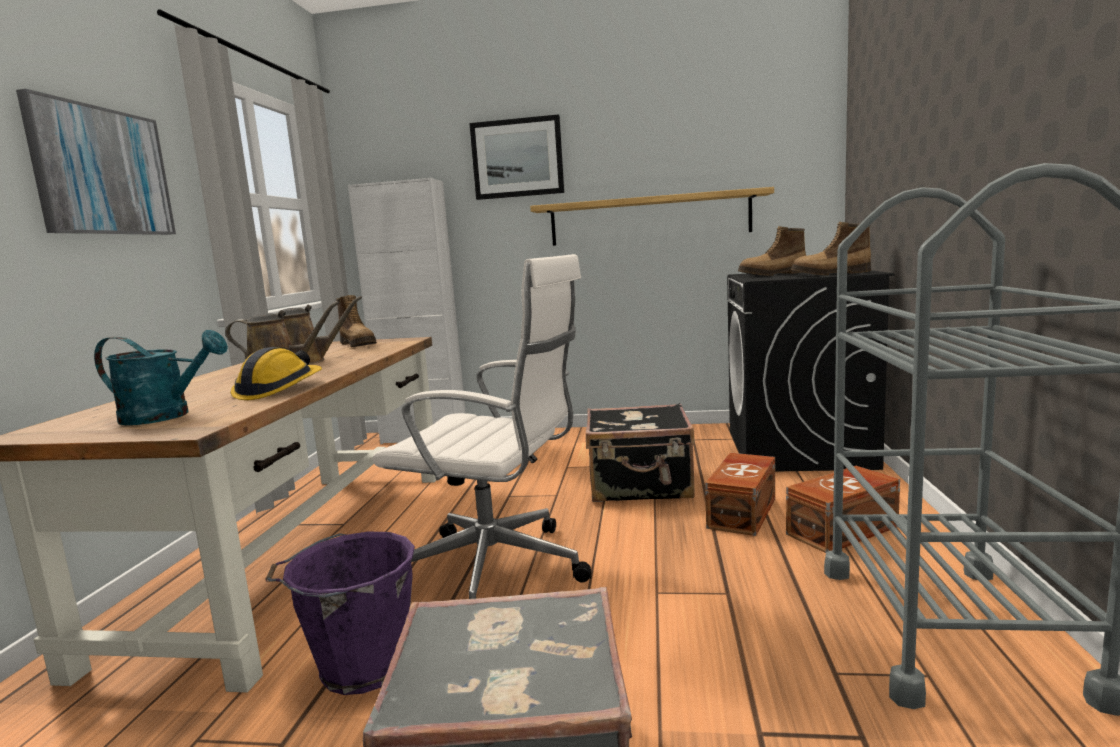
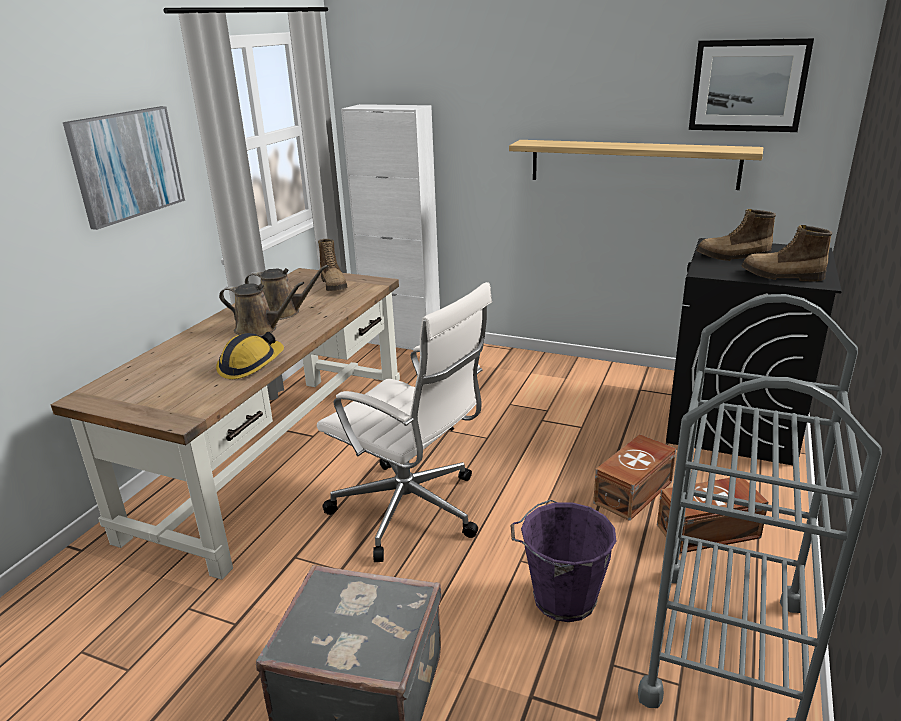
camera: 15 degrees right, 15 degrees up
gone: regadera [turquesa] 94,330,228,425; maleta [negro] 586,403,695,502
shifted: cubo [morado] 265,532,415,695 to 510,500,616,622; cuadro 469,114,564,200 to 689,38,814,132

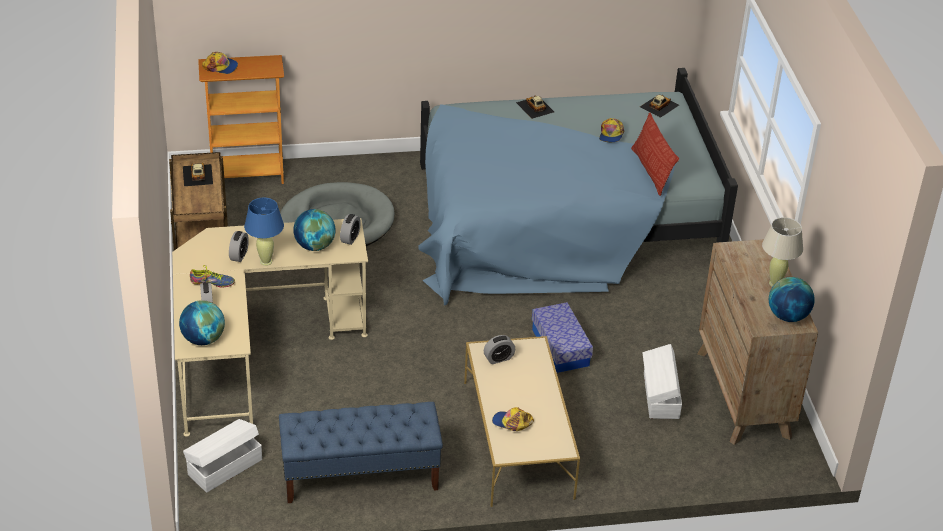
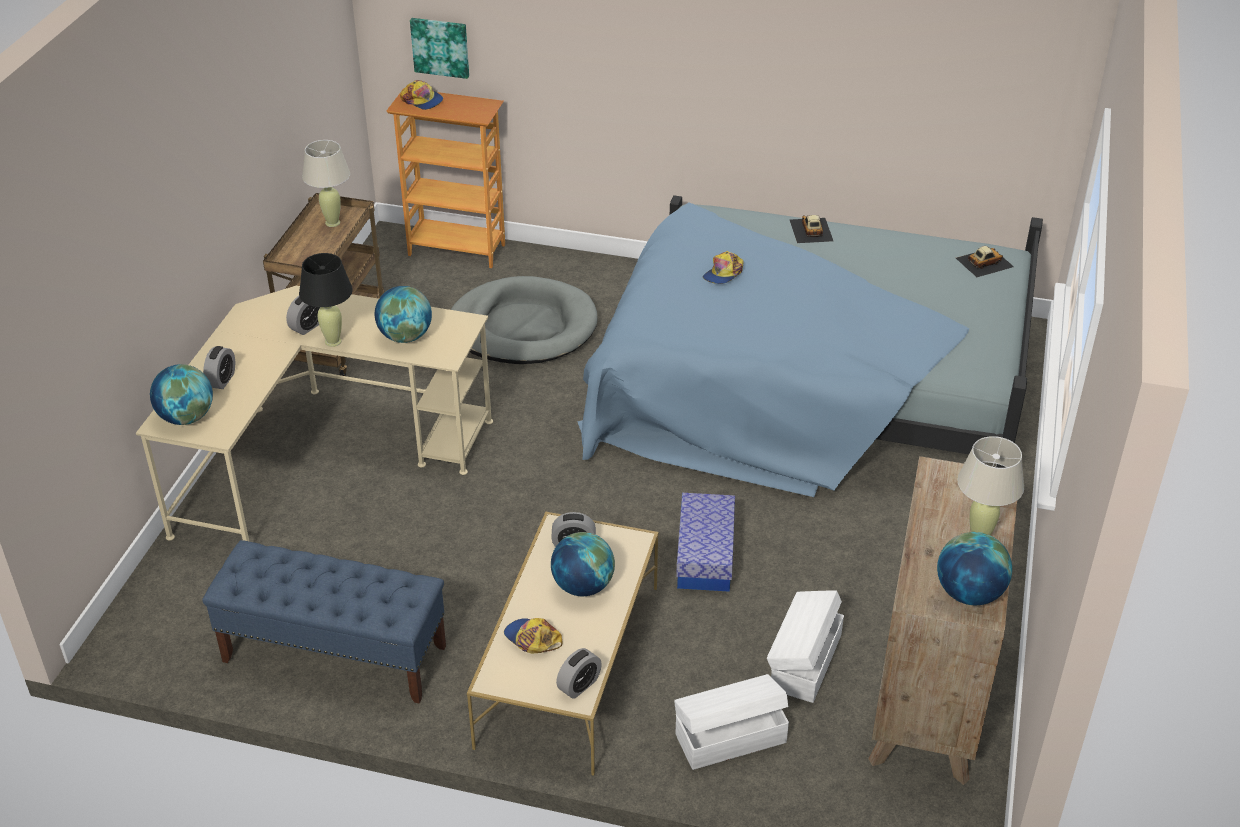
camera: 25 degrees right, 0 degrees up
gone: zapato 190,265,235,287; cojín 631,113,679,196
new: cuadro 410,18,469,79; globo terráqueo 551,532,615,596
shifted: caja de almacenaje [blanco] 183,419,262,493 to 674,674,789,770; despertador 340,214,361,245 to 556,648,602,699; gorra 599,118,624,142 to 703,251,744,284
swapped: coche de juguete 183,163,213,186 to lámpara de mesa [beis] 302,140,350,227
repainted: lámpara de mesa [azul] 244,197,284,266 to lámpara de mesa [negro] 299,253,353,347

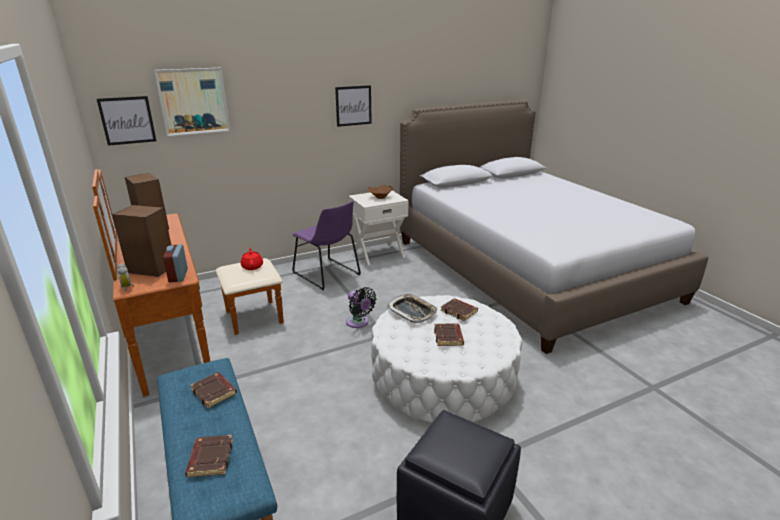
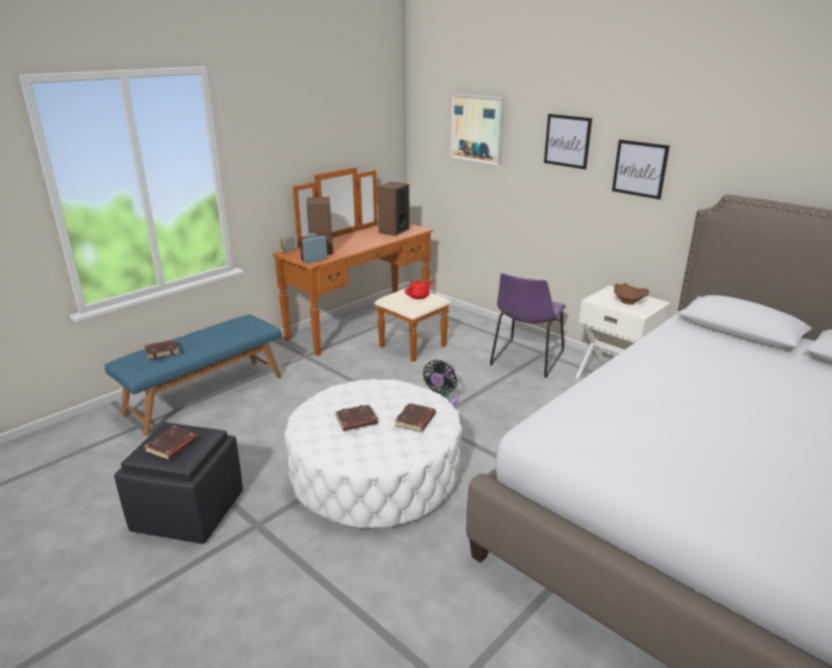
camera: 70 degrees right, 0 degrees up
gone: bandeja 387,294,438,323
shifted: cuadro 97,96,156,146 to 544,114,592,169; libro [marrón] 190,372,237,408 to 144,426,198,460

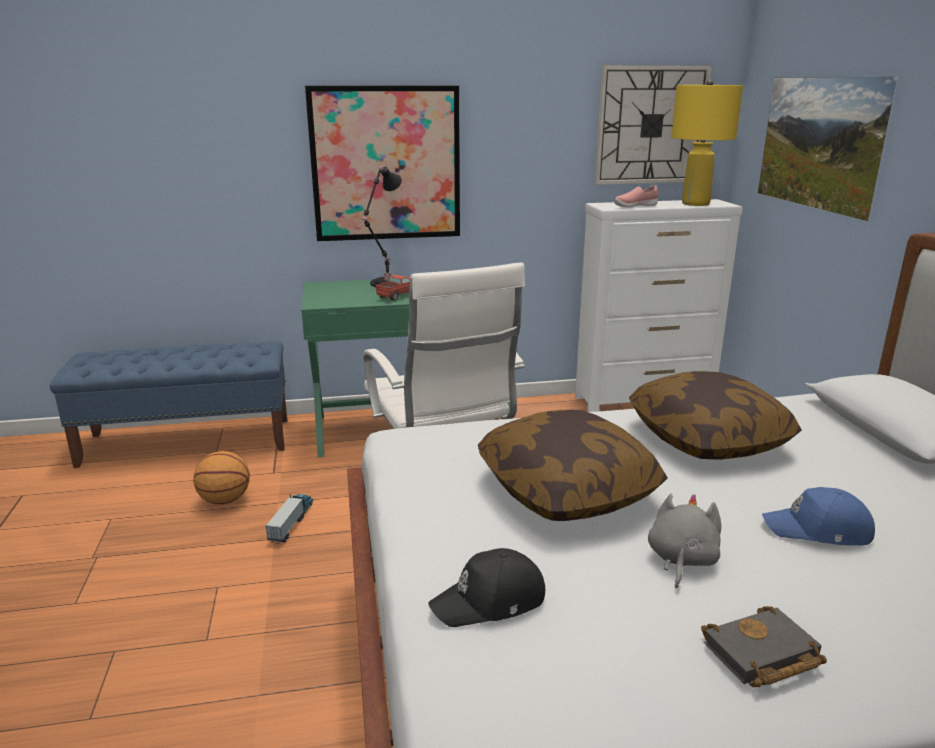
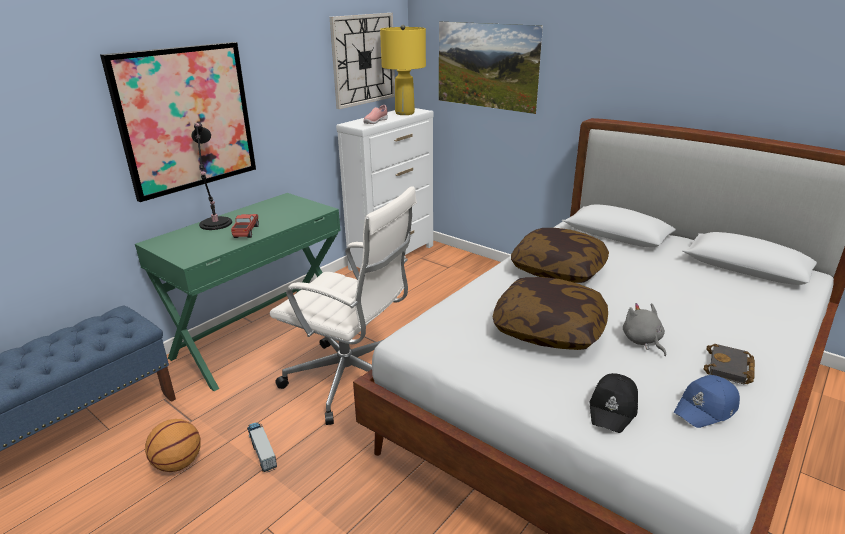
camera: 40 degrees left, 5 degrees up
shifted: gorra [azul] 762,487,875,546 to 674,375,740,428

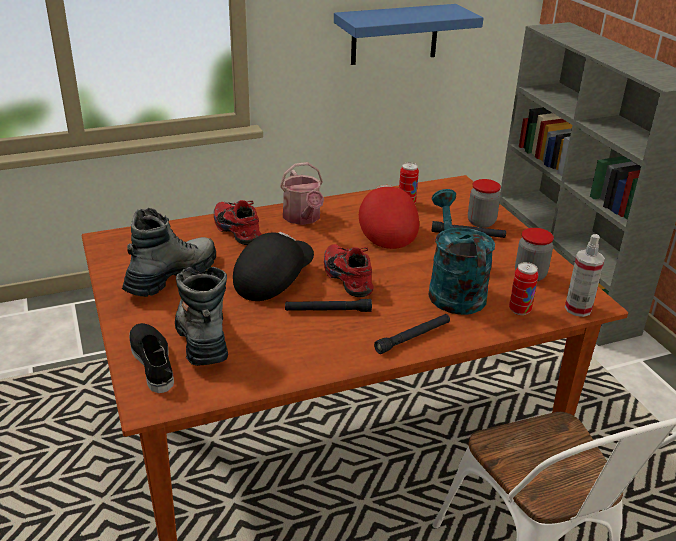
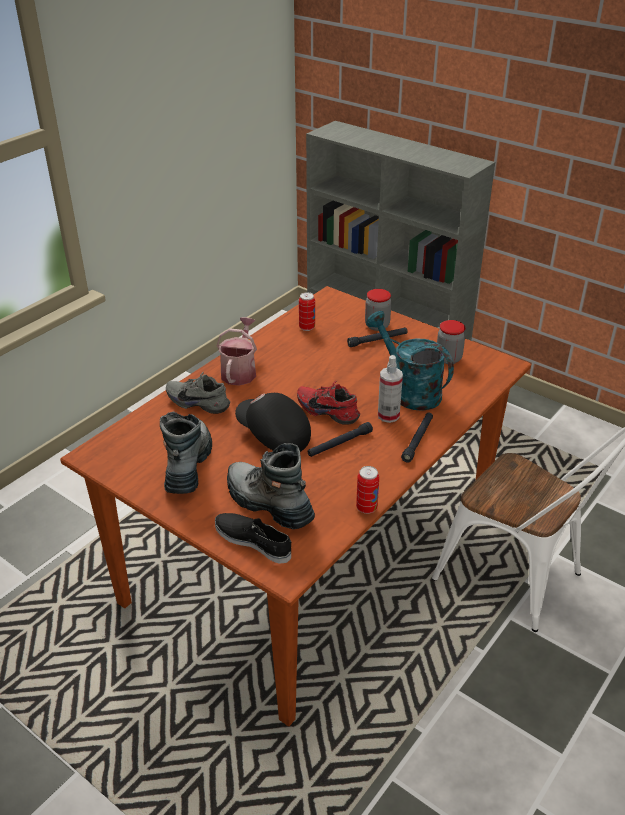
camera: 30 degrees left, 5 degrees up
gone: estante [azul] 334,4,483,65; gorra [rojo] 359,185,419,249
shifted: lata 509,262,538,315 to 356,466,379,514; pulverizador 565,234,605,317 to 378,355,403,423
repainted: zapato [rojo] 214,200,262,245 to zapato [gris] 166,372,230,414
rotated: gorra [negro] 233,231,314,301 = 235,393,311,452 60 degrees counterclockwise; regadera 280,162,324,225 = 217,317,257,386 120 degrees counterclockwise

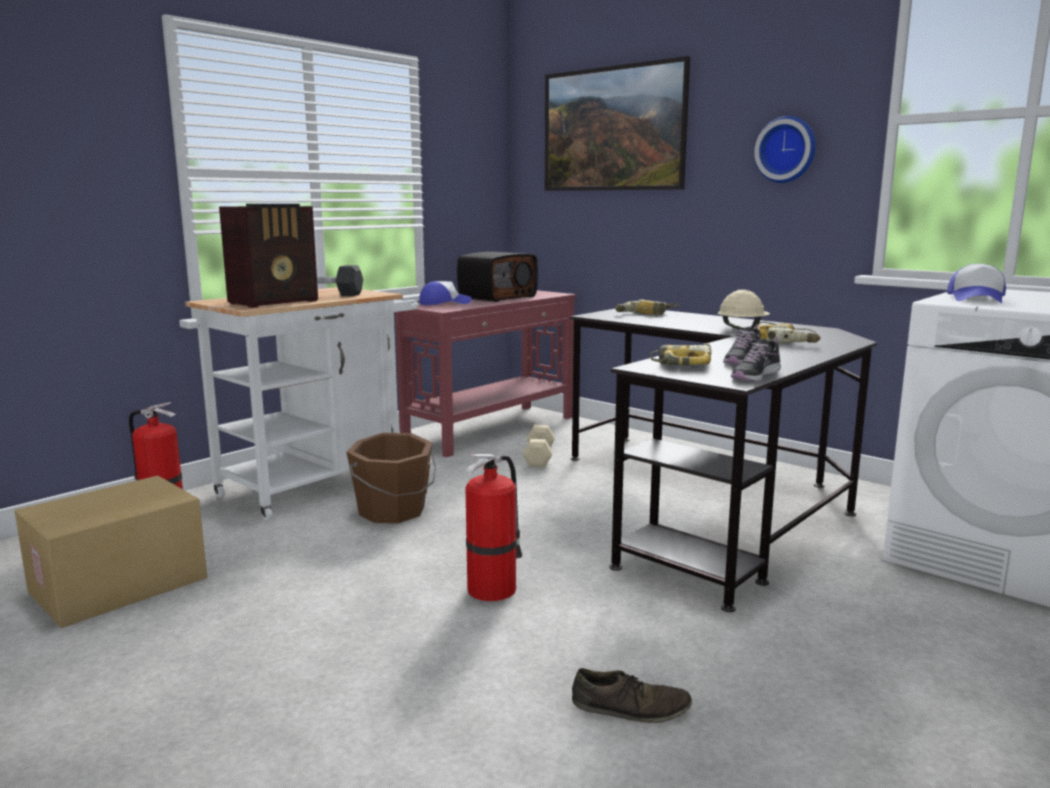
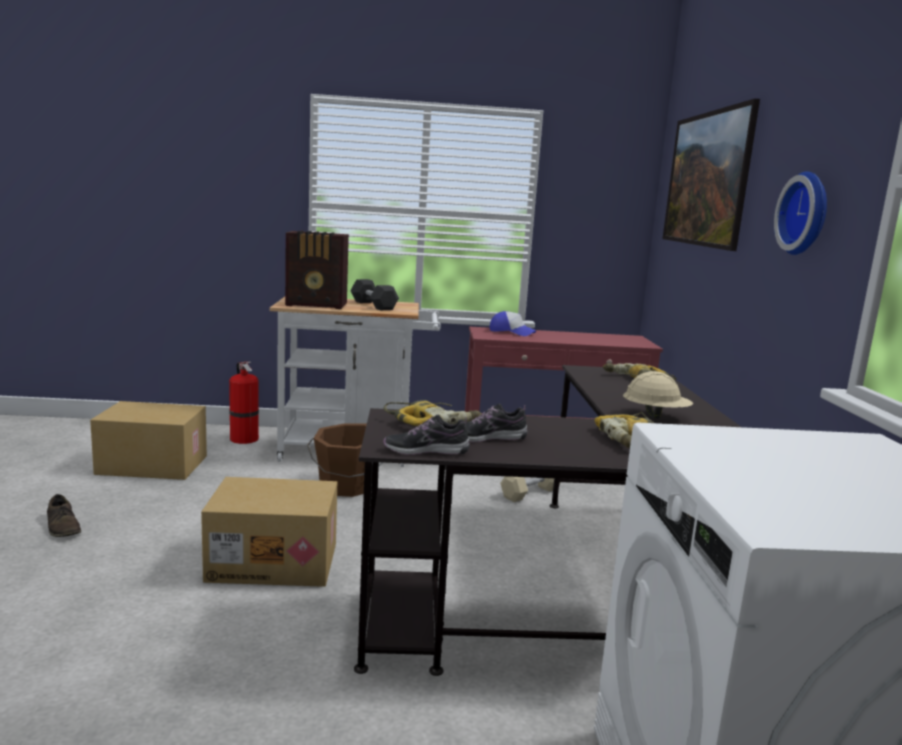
camera: 45 degrees right, 0 degrees up
gone: radio 457,252,538,302; gorra 947,264,1006,303
shifted: zapato [marrón] 572,668,692,723 to 47,494,81,537
swapped: extintor 465,454,522,601 to caja de cartón 201,477,337,587

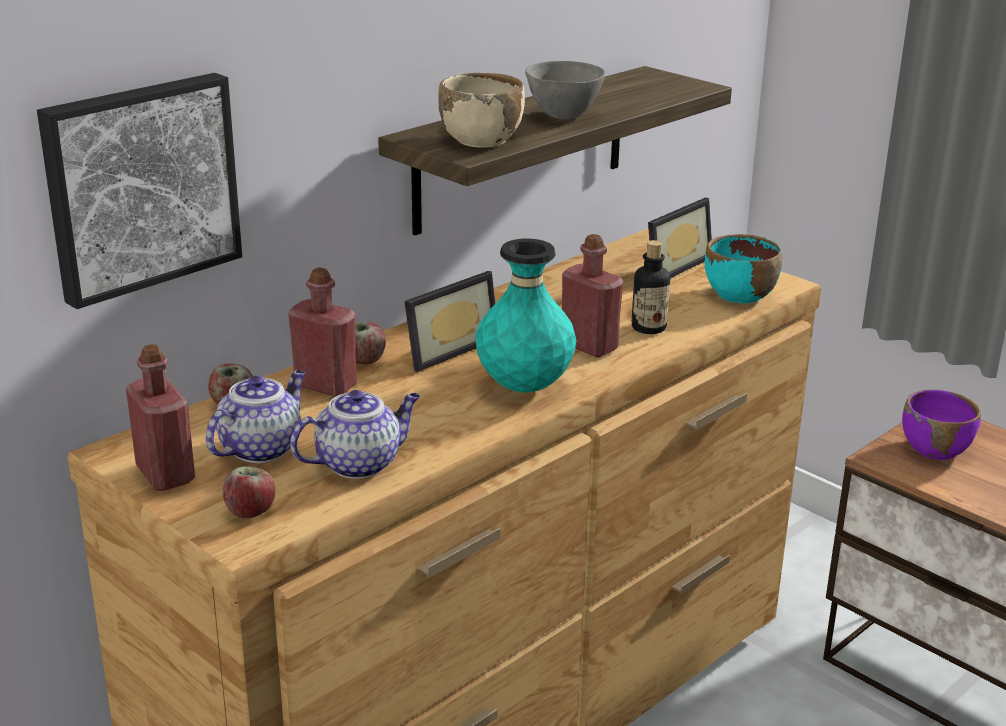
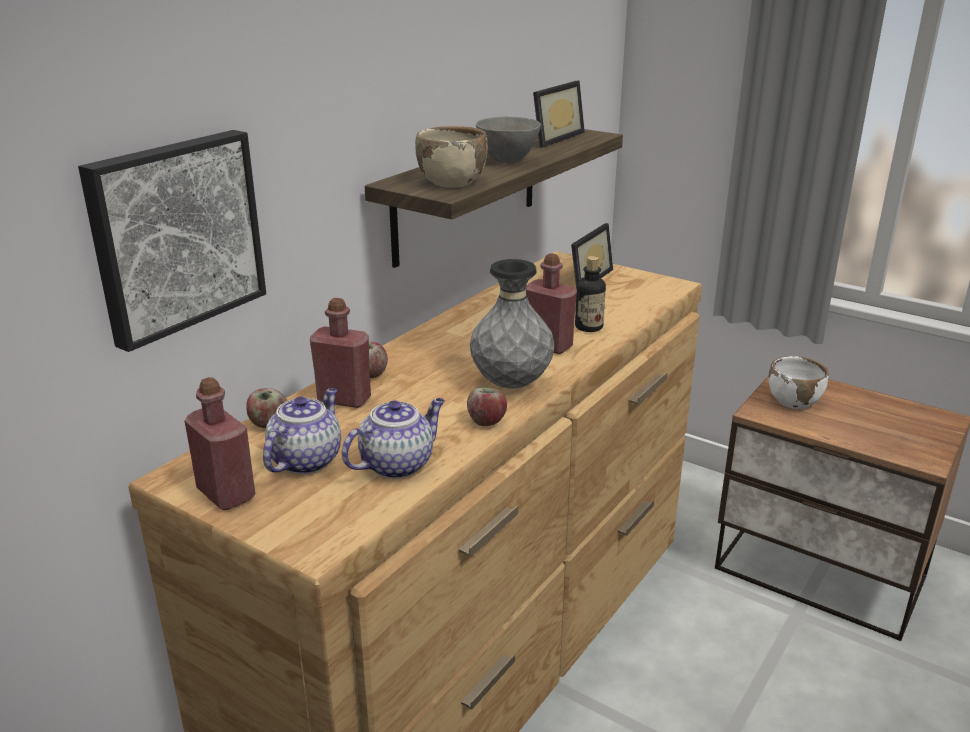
camera: 10 degrees left, 0 degrees up
gone: cuenco [turquesa] 705,234,782,303
shifted: manzana 222,466,276,518 to 467,387,507,426; portarretratos 404,271,495,372 to 533,80,585,148
repainted: florero [turquesa] 475,239,577,393 to florero [gris] 470,259,554,389; cuenco [morado] 902,390,981,460 to cuenco [blanco] 768,356,829,409

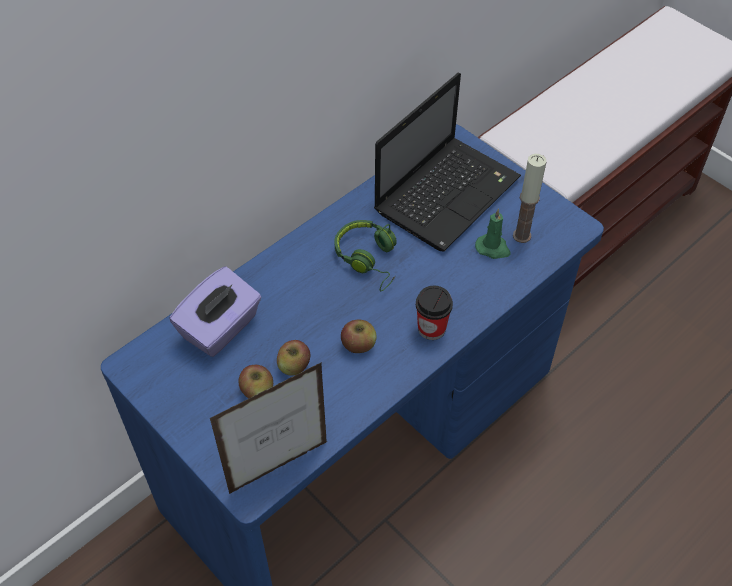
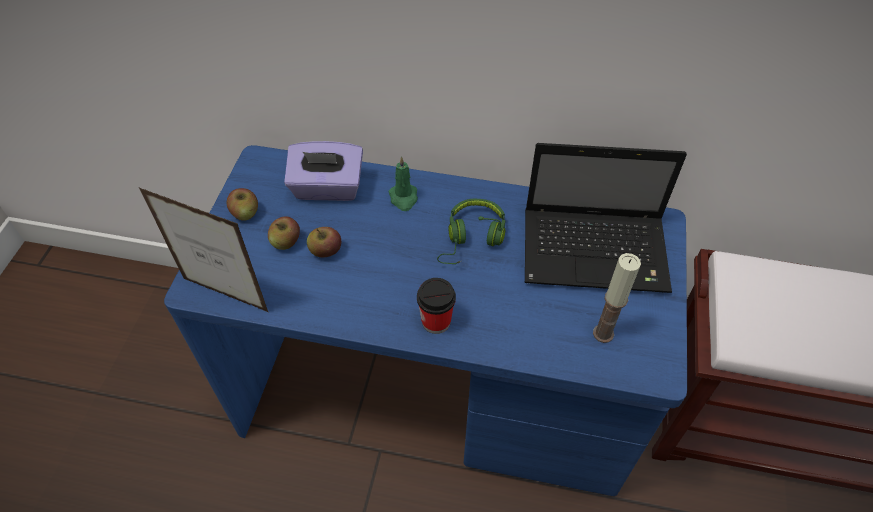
camera: 55 degrees right, 0 degrees up
shifted: manzana 341,320,376,353 to 227,188,258,221; vela [verde] 475,208,511,259 to 389,156,418,211

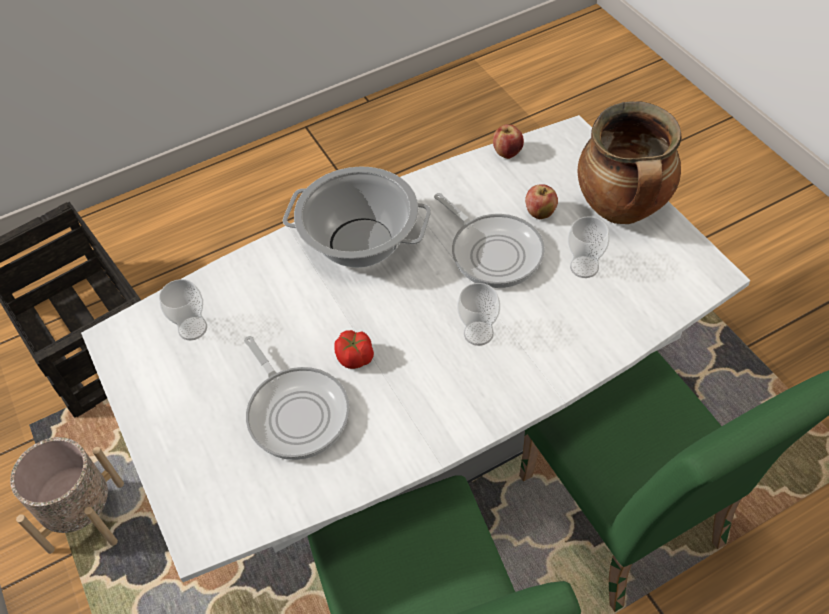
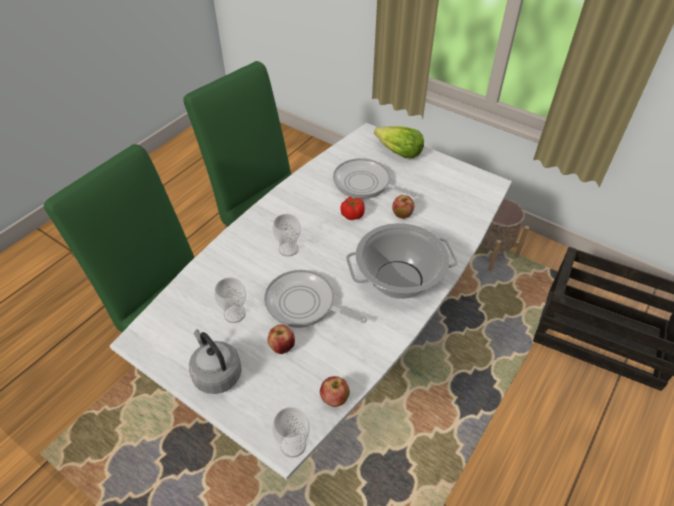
camera: 150 degrees right, 5 degrees down
new: lechuga 374,126,424,158; manzana 392,195,414,219
shifted: taza 159,279,207,341 to 272,407,310,458
swapped: olla 577,101,681,224 to hervidor [gris] 189,329,242,394

